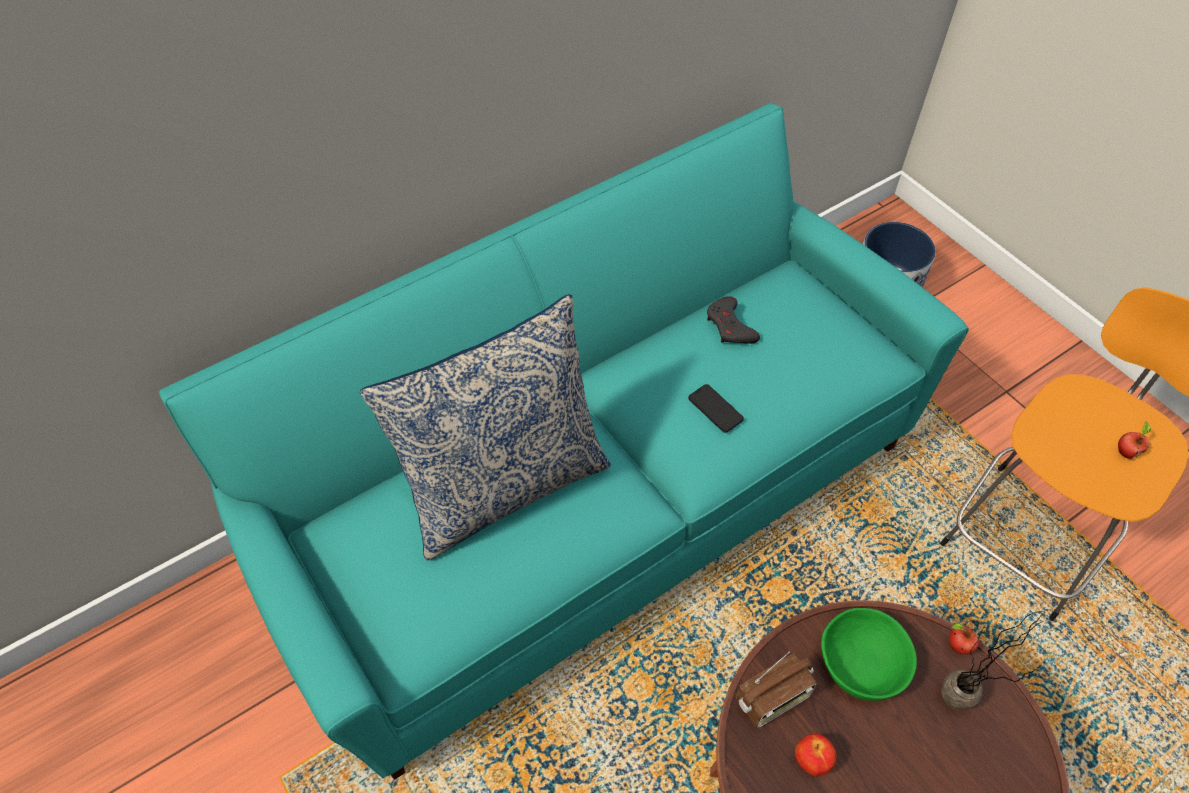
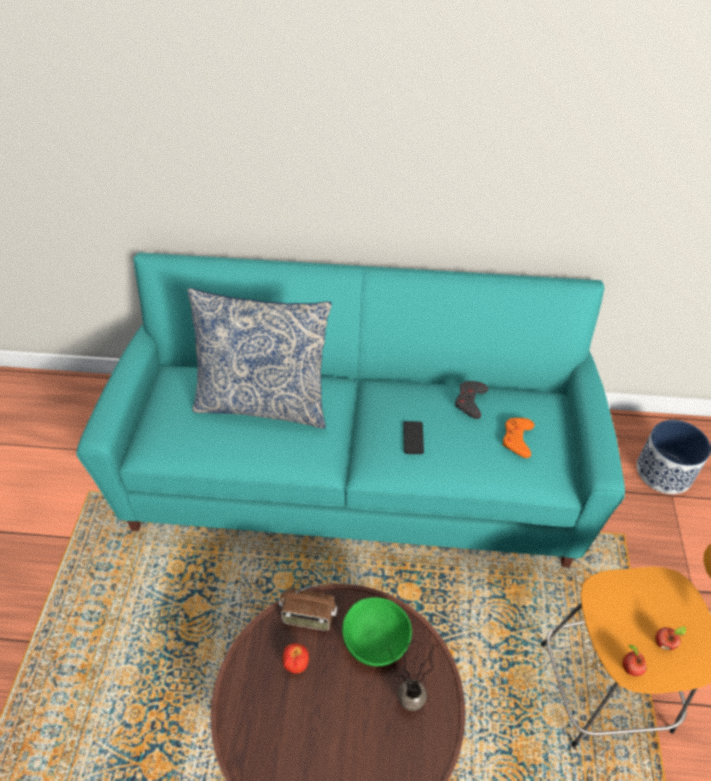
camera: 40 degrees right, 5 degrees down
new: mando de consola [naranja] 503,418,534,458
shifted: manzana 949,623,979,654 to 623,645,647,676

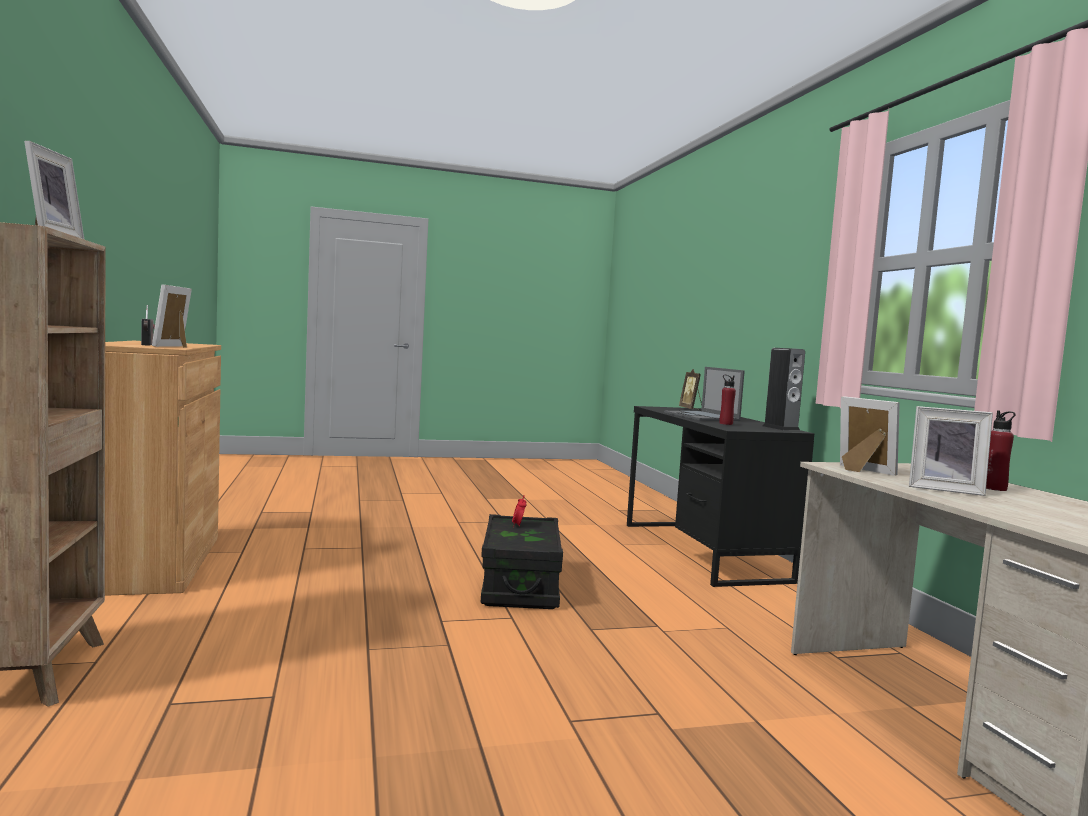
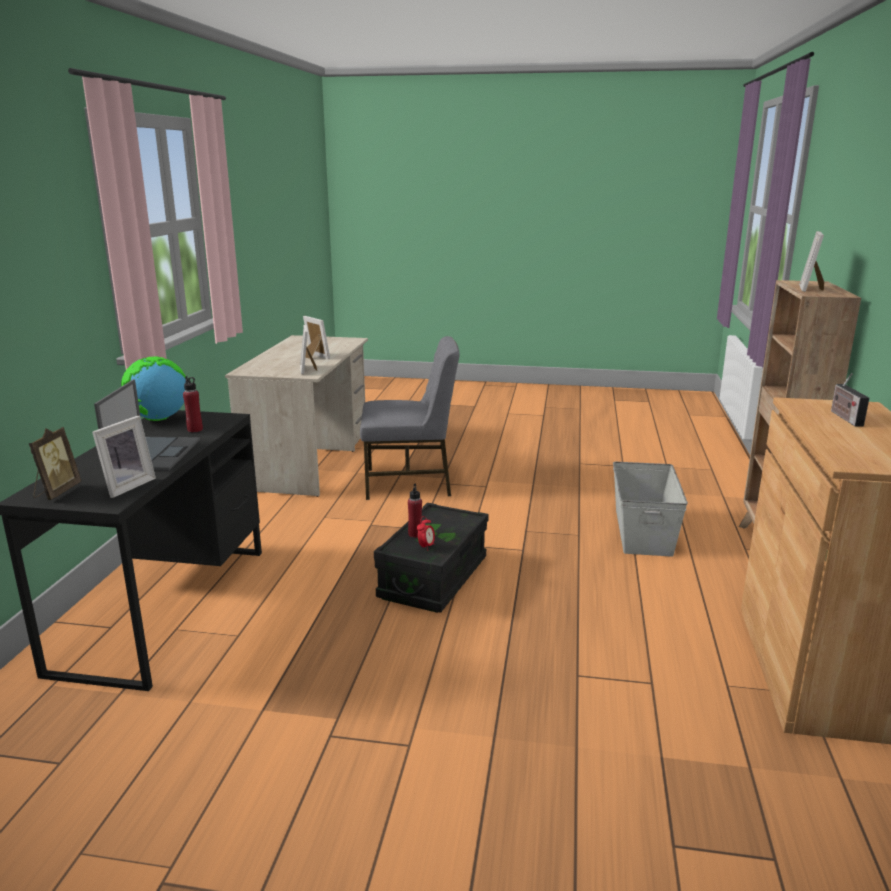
camera: 155 degrees left, 15 degrees up
new: silla [gris] 360,336,460,500; caja de almacenaje [gris] 613,462,688,557
shifted: portarretratos 152,284,192,347 to 92,416,156,498; botella [rojo] 986,410,1016,491 to 408,484,422,538
swapped: altavoz 763,348,805,431 to globo terráqueo 121,356,186,421

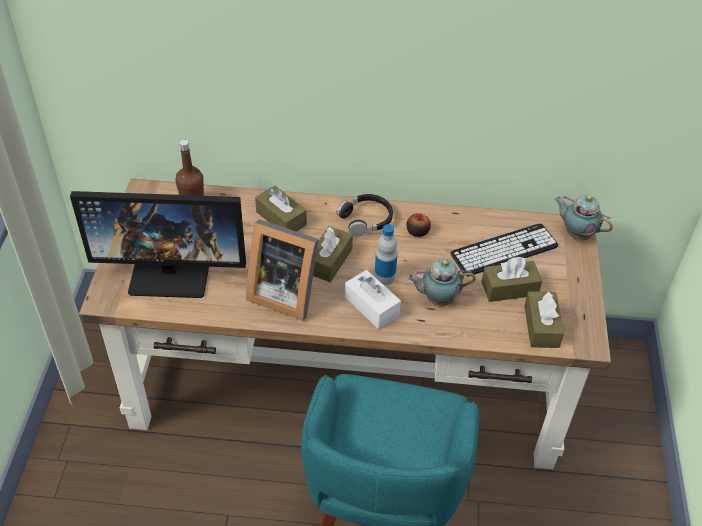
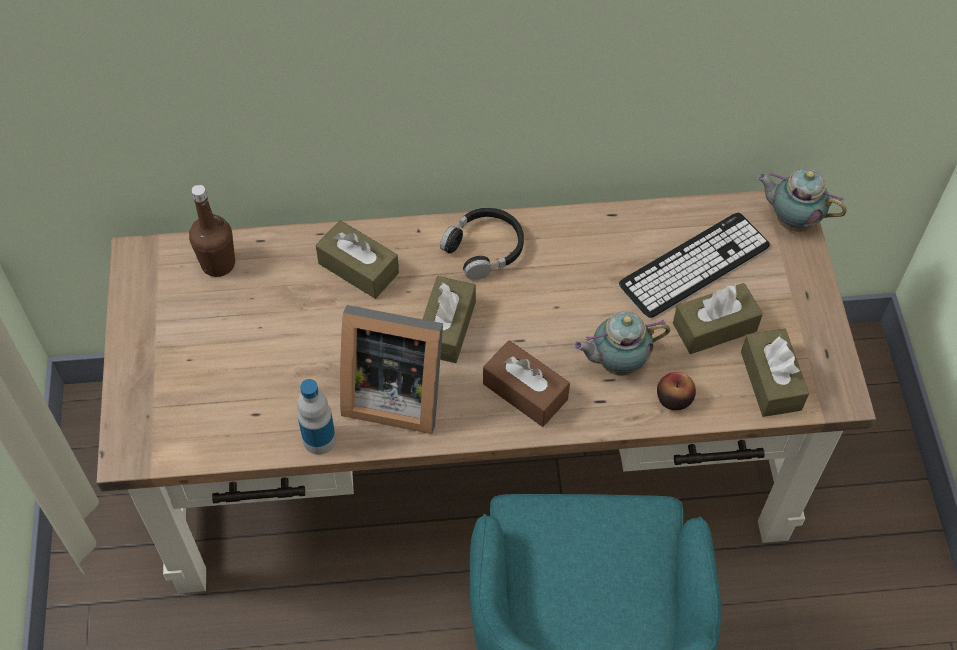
camera: 10 degrees left, 10 degrees up
gone: monitor 70,191,246,298
shifted: botella 374,224,397,285 to 297,379,336,455; manzana 407,213,431,237 to 657,372,696,410
repainted: caja de pañuelos [blanco] 345,270,401,329 to caja de pañuelos [marrón] 483,340,570,427

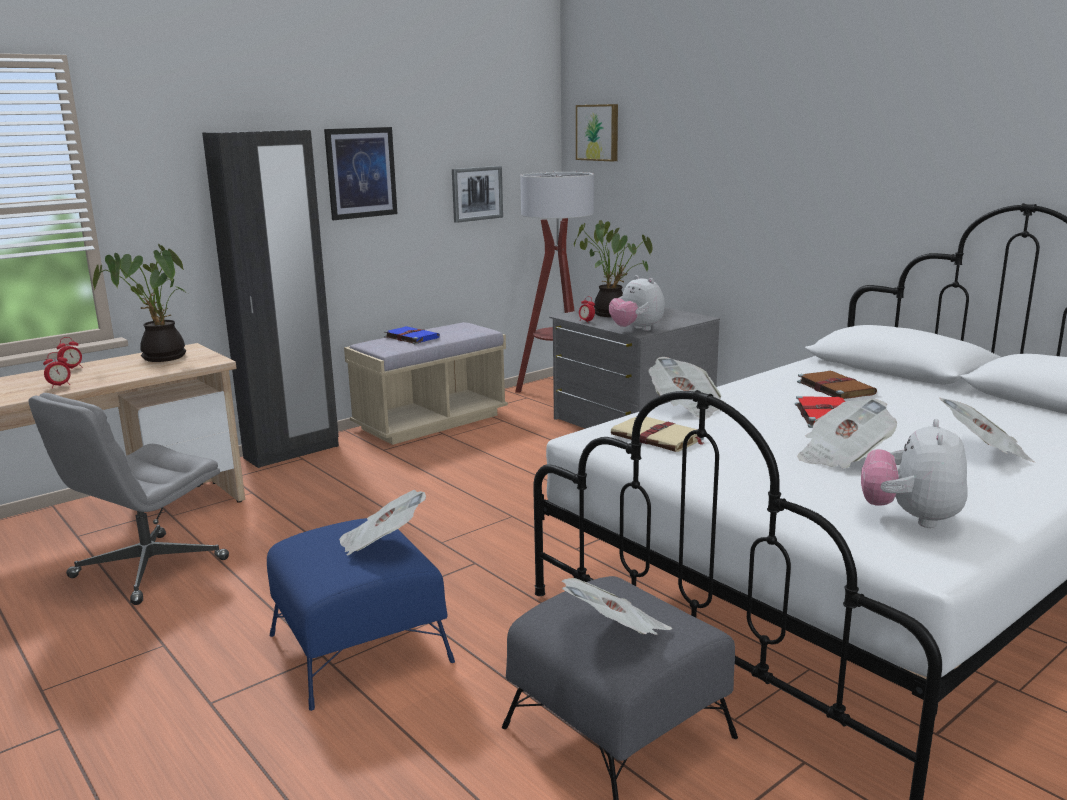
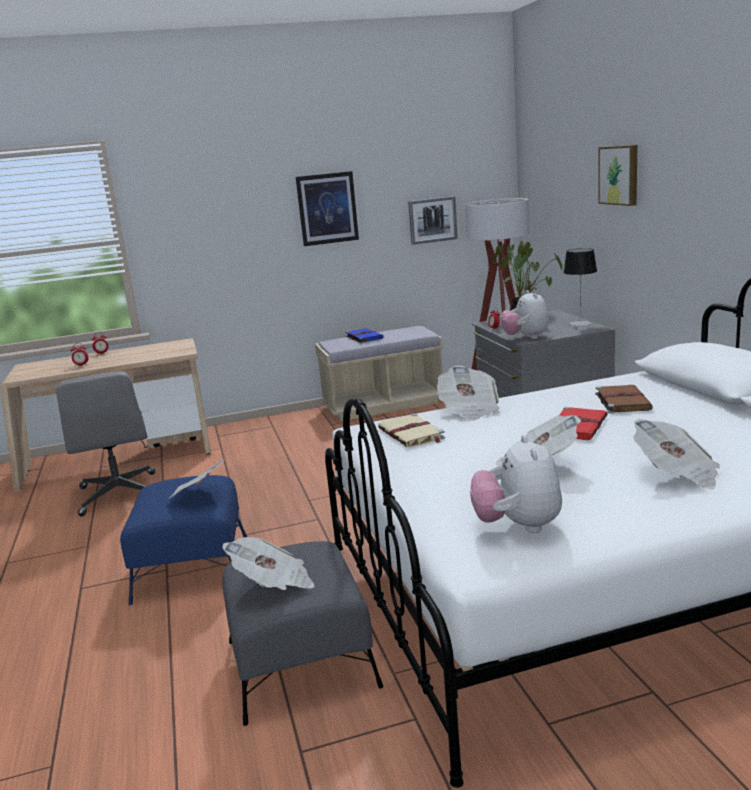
camera: 25 degrees right, 0 degrees up
gone: planta en maceta 93,244,187,362; armario ropero [negro] 202,130,339,468
new: lámpara de mesa 563,248,597,326
shifted: cuadro 576,104,618,161 to 598,145,637,206
rotated: silla de oficina [gris] 29,393,229,605 = 56,371,155,516 75 degrees counterclockwise; peluche 861,419,968,528 = 470,435,562,533 45 degrees counterclockwise

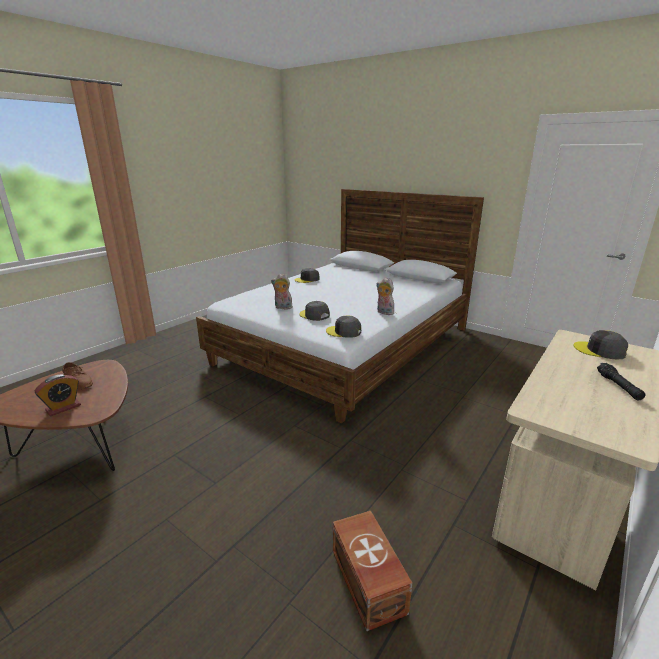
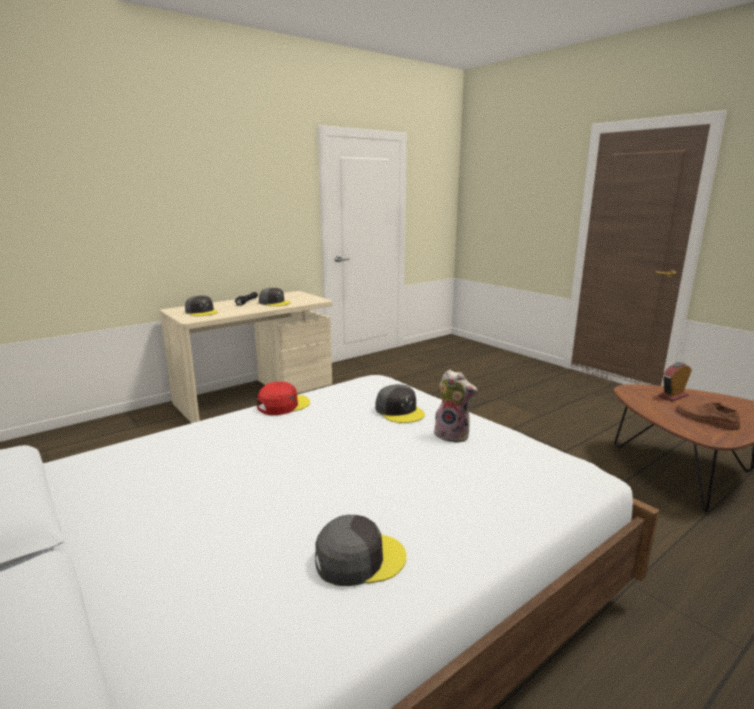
camera: 165 degrees left, 5 degrees down
gone: caja de almacenaje [marrón] 333,511,412,631
shifted: gorra [gris] 326,316,361,338 to 259,288,291,306
swapped: peluche 376,278,394,315 to gorra [rojo] 257,381,310,415

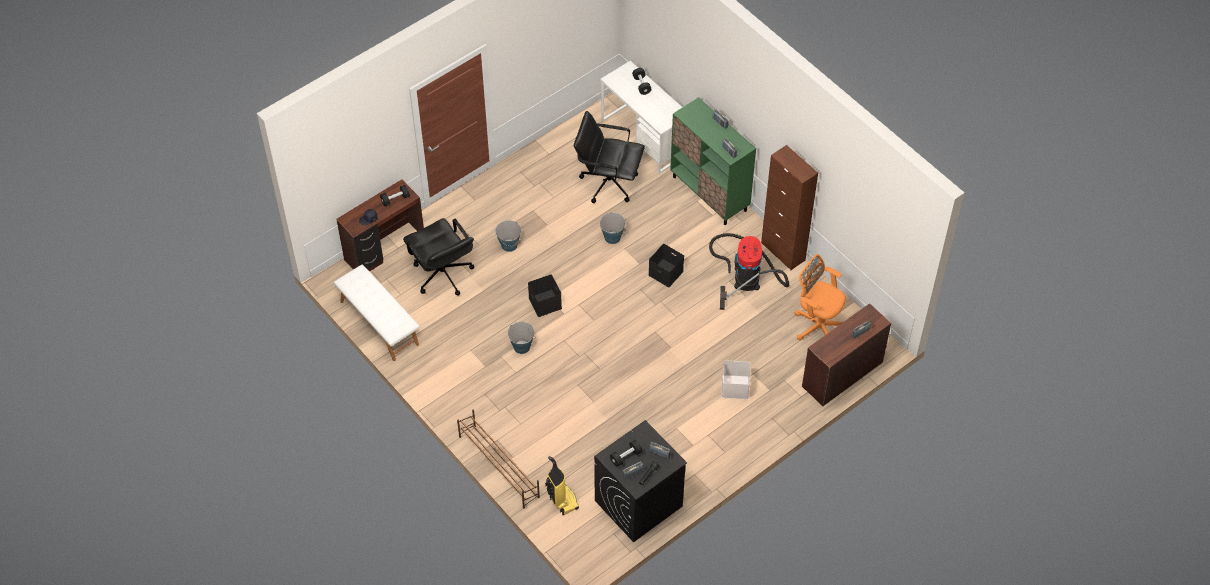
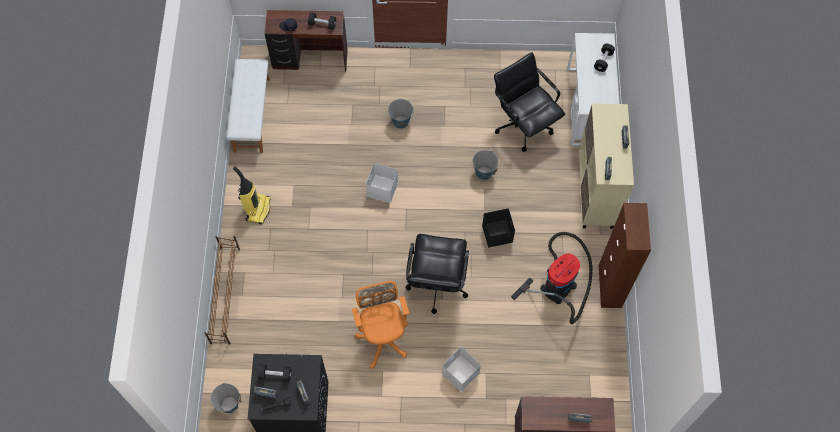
camera: 40 degrees right, 10 degrees up
shifted: silla de oficina [negro] 403,218,474,296 to 405,234,469,314; cubo 508,322,535,354 to 211,383,241,413; aspiradora 545,456,579,515 to 233,166,271,225; silla de oficina [naranja] 795,254,846,340 to 352,281,409,369
repainted: caja de almacenaje [negro] 528,275,562,317 to caja de almacenaje [blanco] 366,163,398,203; armario [verde] 670,97,756,225 to armario [beis] 579,104,634,229

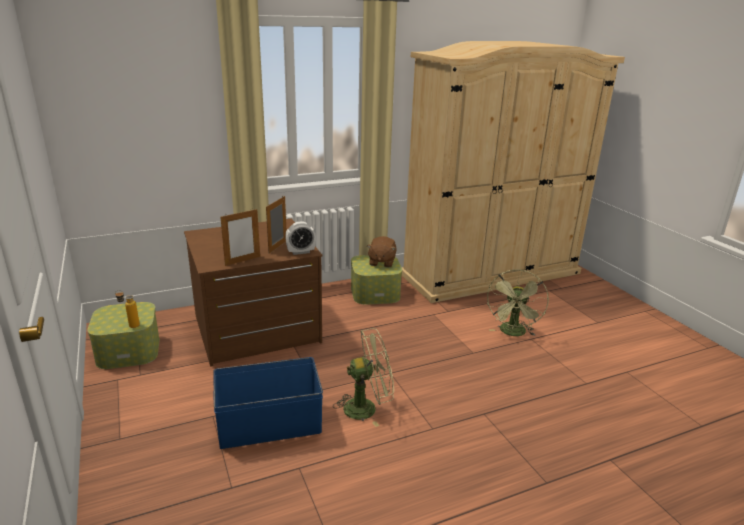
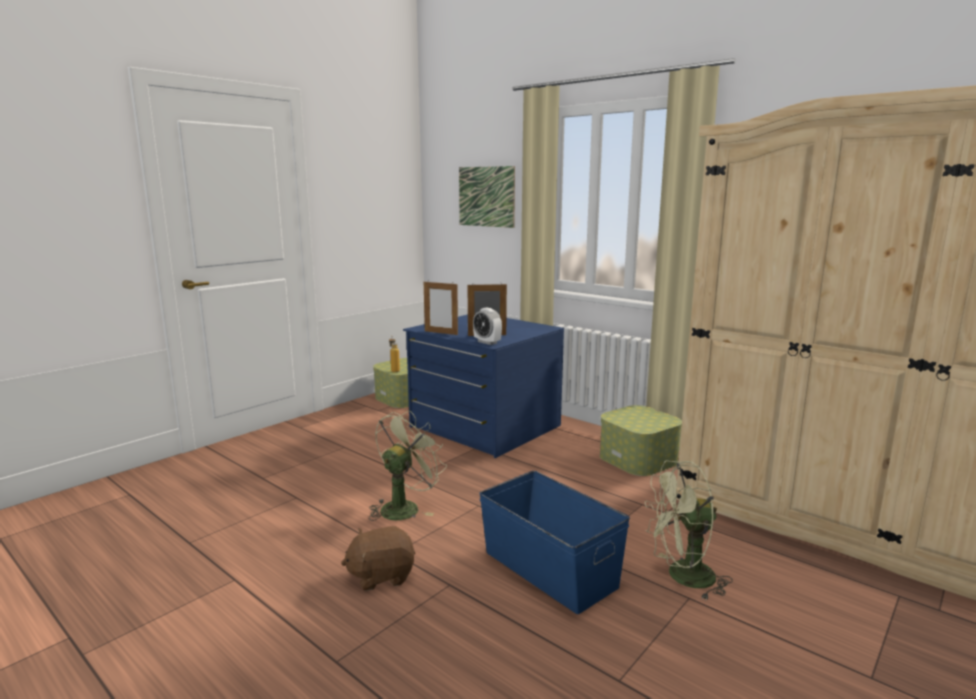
camera: 65 degrees right, 10 degrees down
new: cuadro 459,166,515,228
shifted: caja de almacenaje [azul] 214,357,323,449 to 479,471,630,614; peluche [marrón] 367,236,396,267 to 341,526,415,591
repainted: cómoda [marrón] 184,219,323,367 to cómoda [azul] 403,315,564,458
rotated: ventilador [verde] 333,328,394,427 = 369,410,447,521 105 degrees counterclockwise

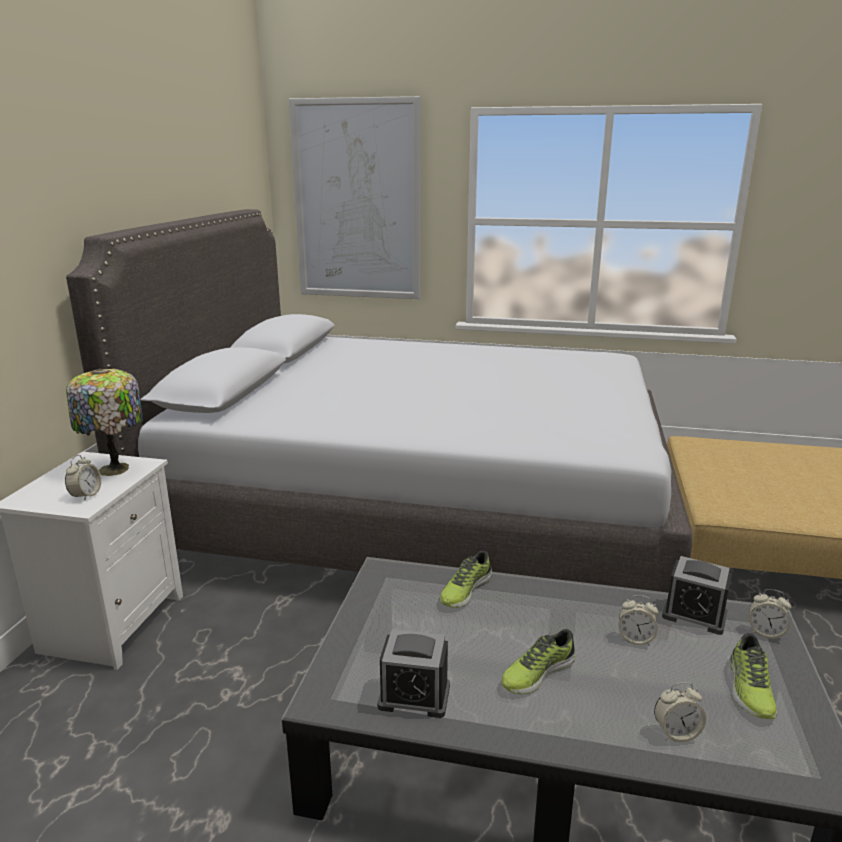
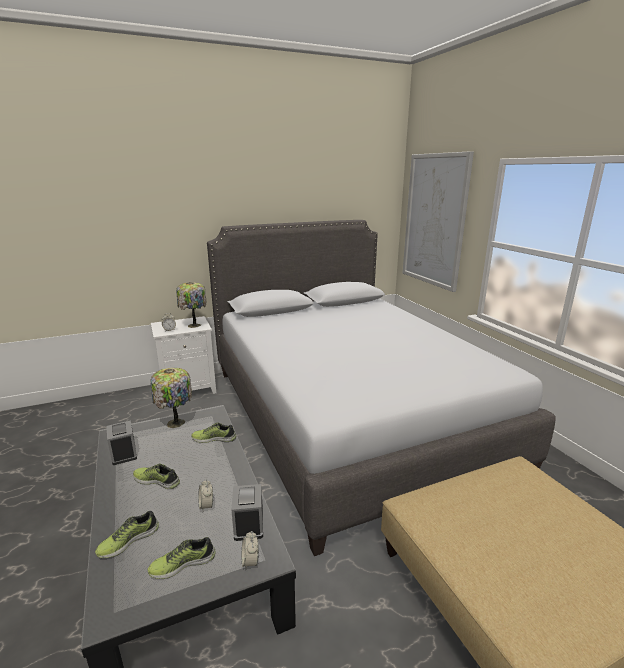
camera: 55 degrees right, 0 degrees up
new: lámpara de mesa 150,368,192,428
swapped: despertador 654,682,706,742 to zapato 95,511,159,558

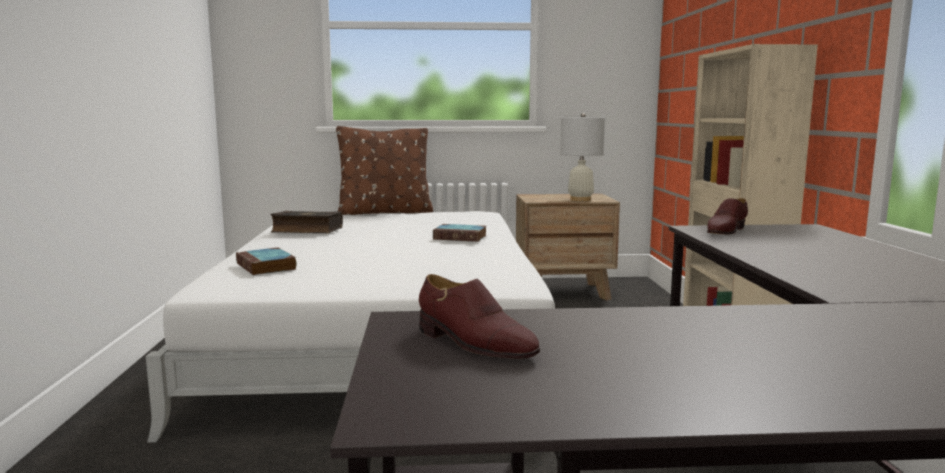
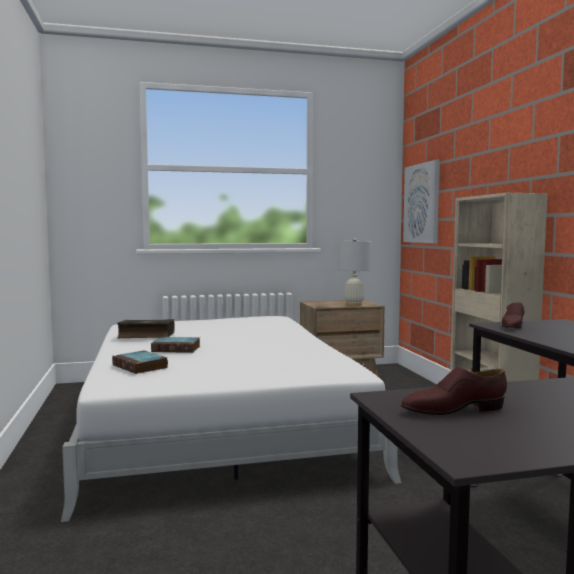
camera: 10 degrees left, 5 degrees down
gone: cojín [marrón] 336,126,433,215
new: cuadro 403,160,440,243
shifted: libro 433,224,487,242 to 151,337,200,353
rotated: zapato [marrón] 419,274,540,359 = 401,367,507,415 135 degrees clockwise

